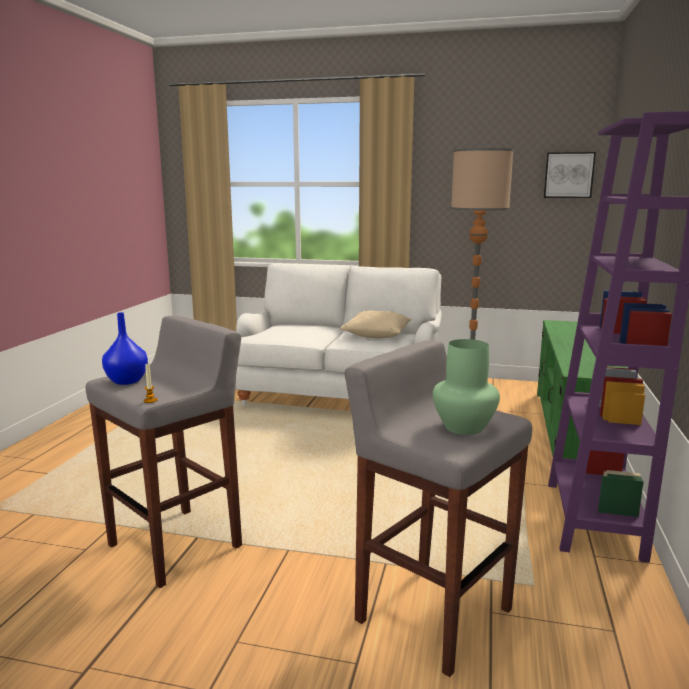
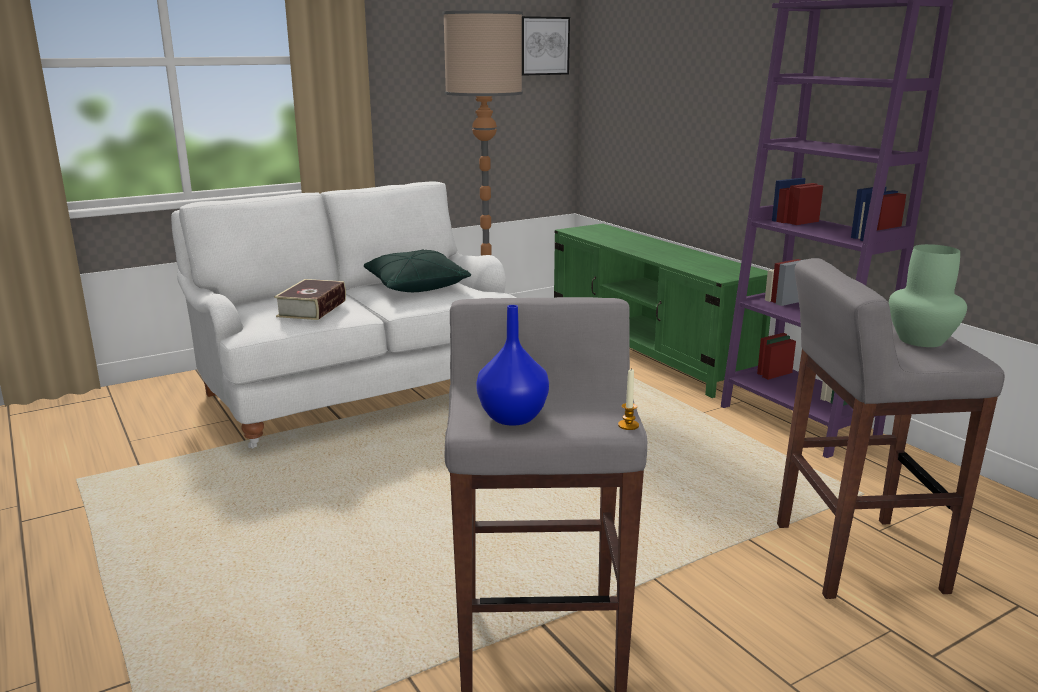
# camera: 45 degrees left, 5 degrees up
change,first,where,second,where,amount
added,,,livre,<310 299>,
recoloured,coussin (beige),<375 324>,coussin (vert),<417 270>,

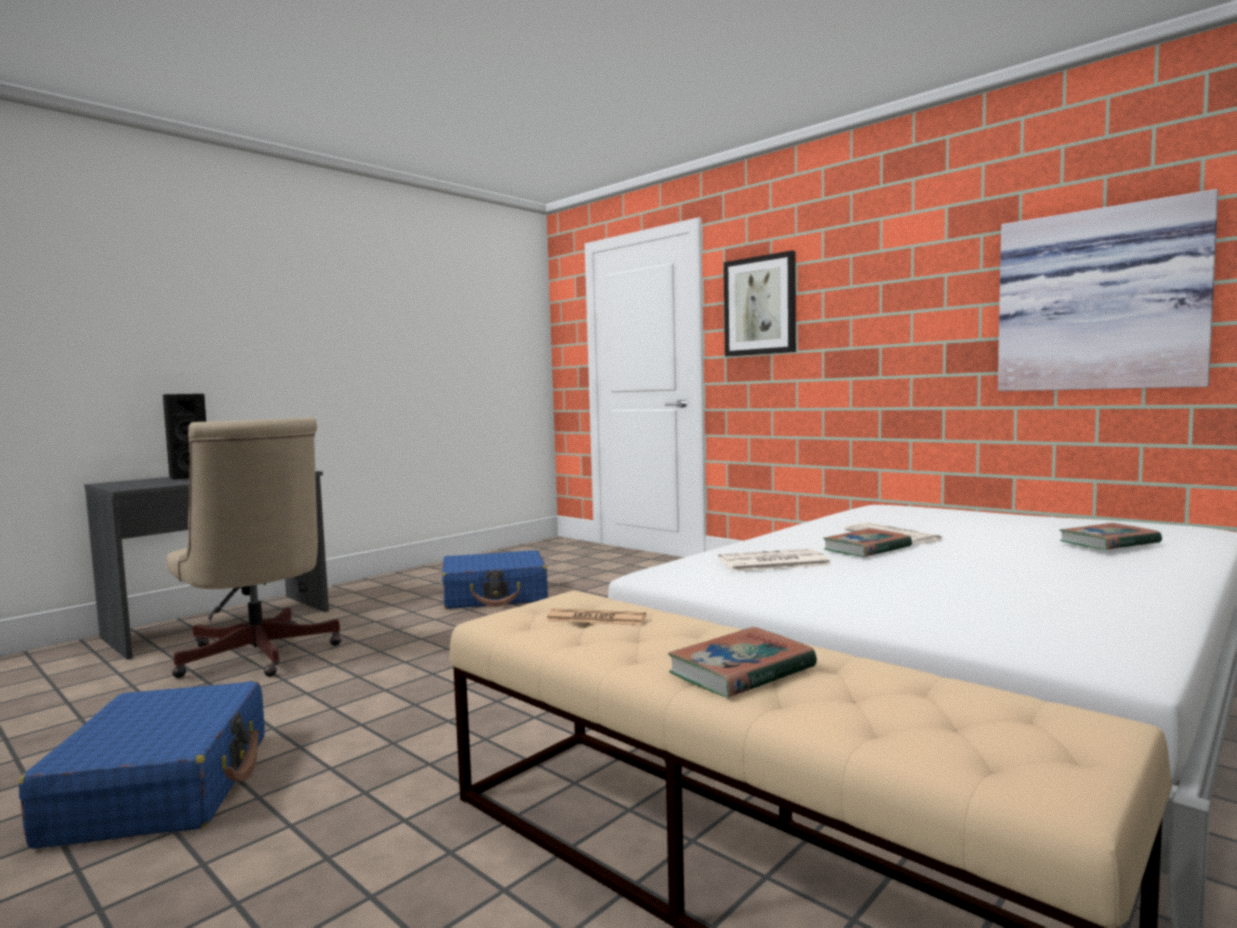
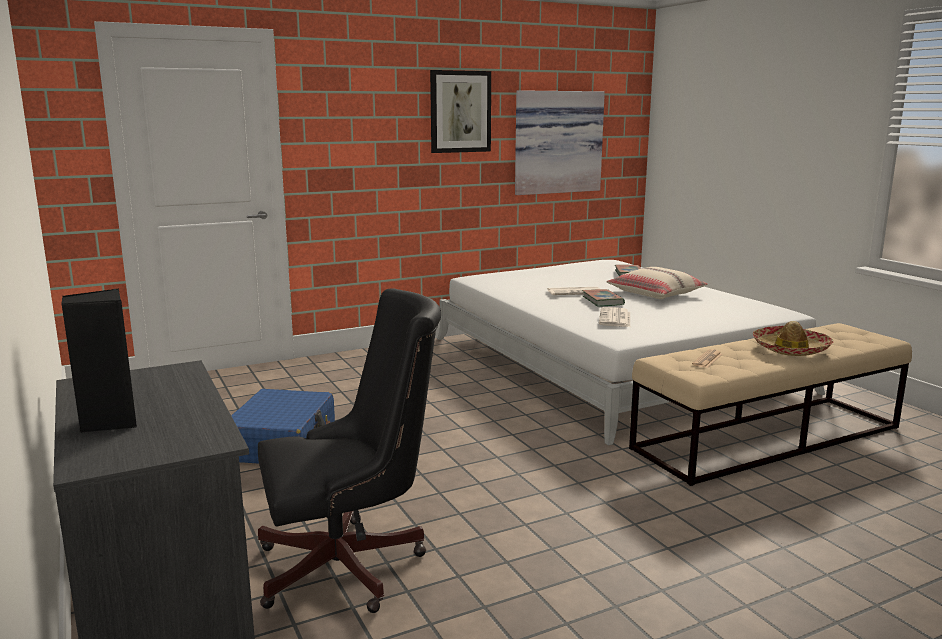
# camera: 70 degrees left, 10 degrees up
change,first,where,second,where,amount
removed,valise (bleu),<141 765>,,,
added,,,coussin (beige),<657 283>,
moved,tableau,<760 303>,,<460 111>,
replaced,livre,<742 662>,chapeau,<793 338>,
recoloured,chaise de bureau (beige),<254 547>,chaise de bureau (noir),<349 450>,

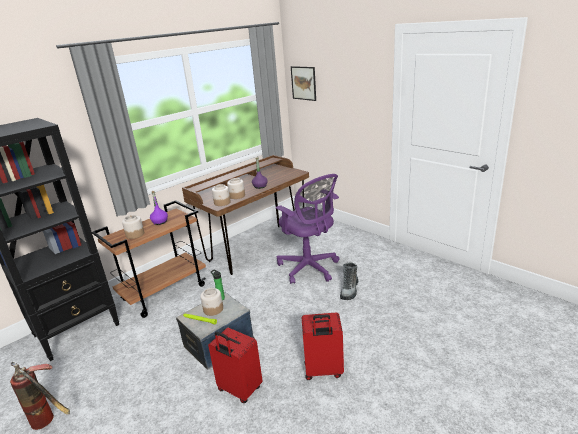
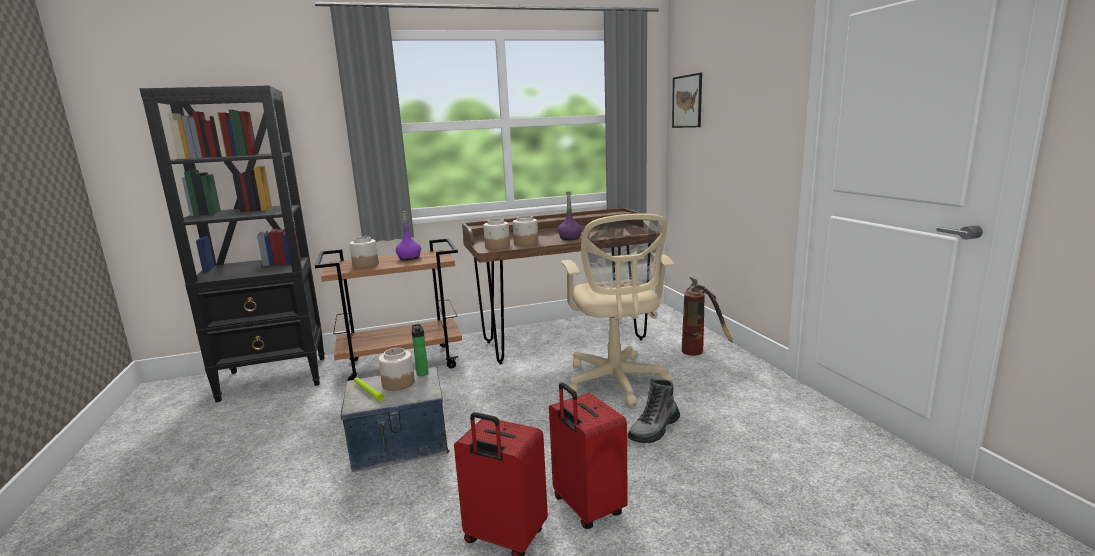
# camera: 25 degrees right, 10 degrees down
change,first,where,second,where,amount
moved,extincteur,<40 396>,,<707 316>,
moved,valise (rouge),<235 365>,,<588 455>,
recoloured,chaise de bureau (violet),<308 229>,chaise de bureau (beige),<617 310>,

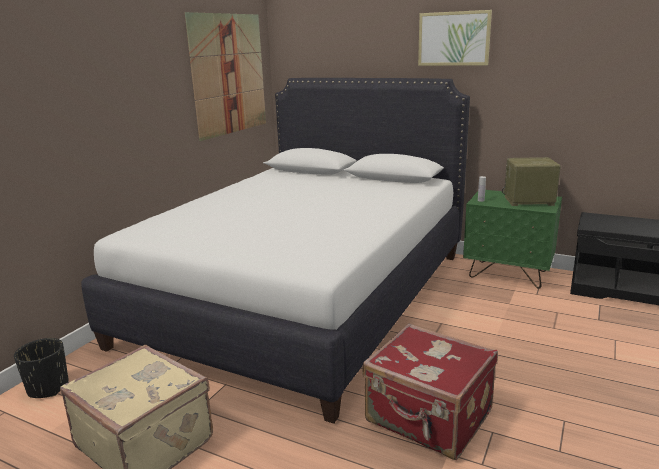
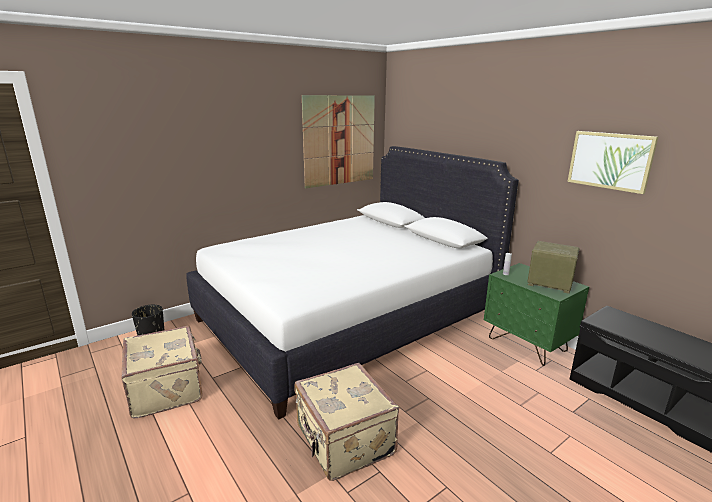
# camera: 25 degrees right, 0 degrees up
change,first,where,second,where,amount
moved,tableau,<455 38>,,<612 162>,
recoloured,valise (rouge),<430 391>,valise (beige),<346 422>,

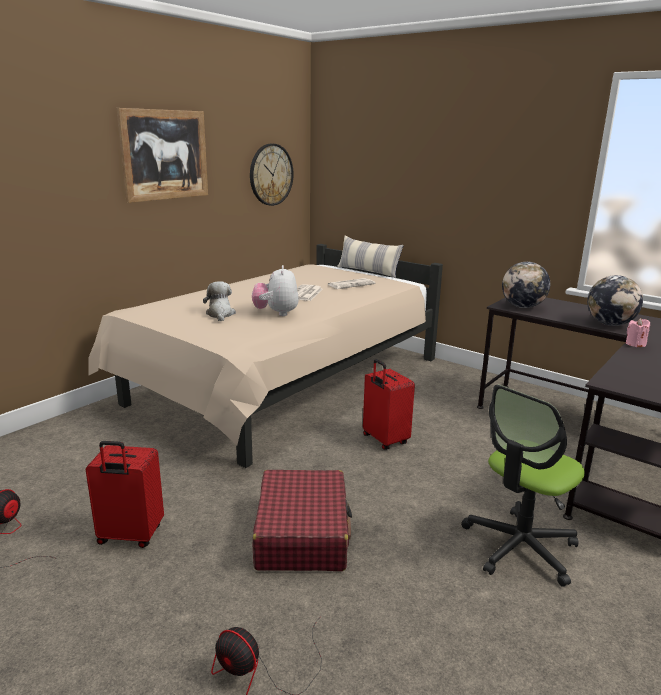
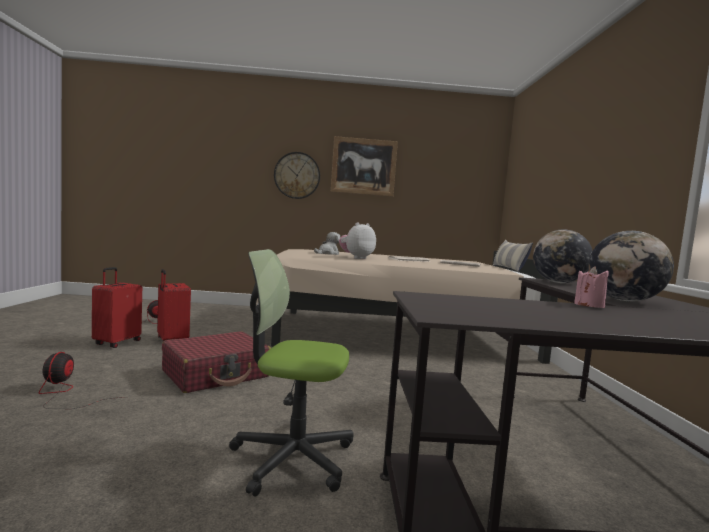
# camera: 50 degrees right, 15 degrees down
change,first,where,second,where,amount
moved,horloge murale,<272 175>,,<297 175>,
moved,valise (rouge),<389 404>,,<117 307>,

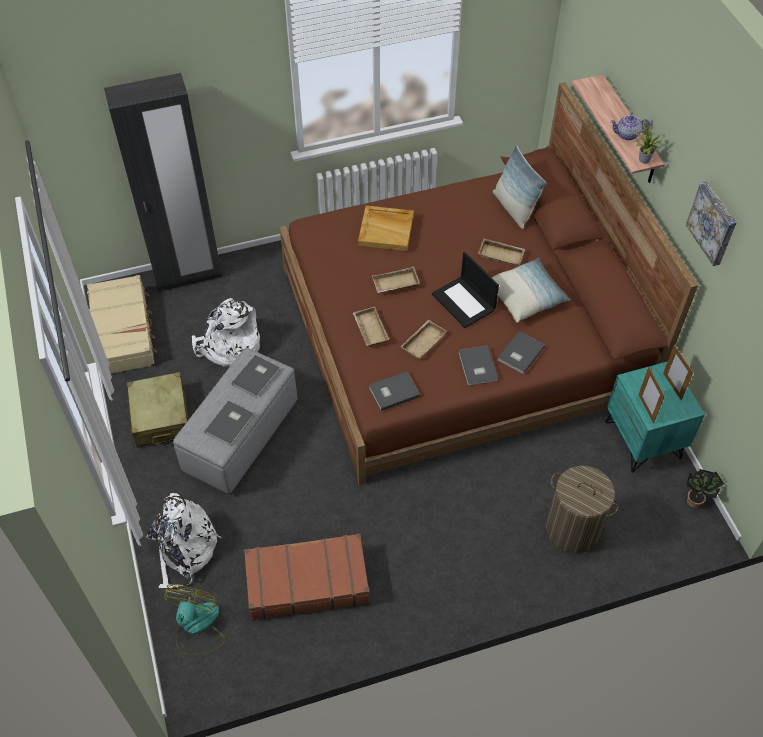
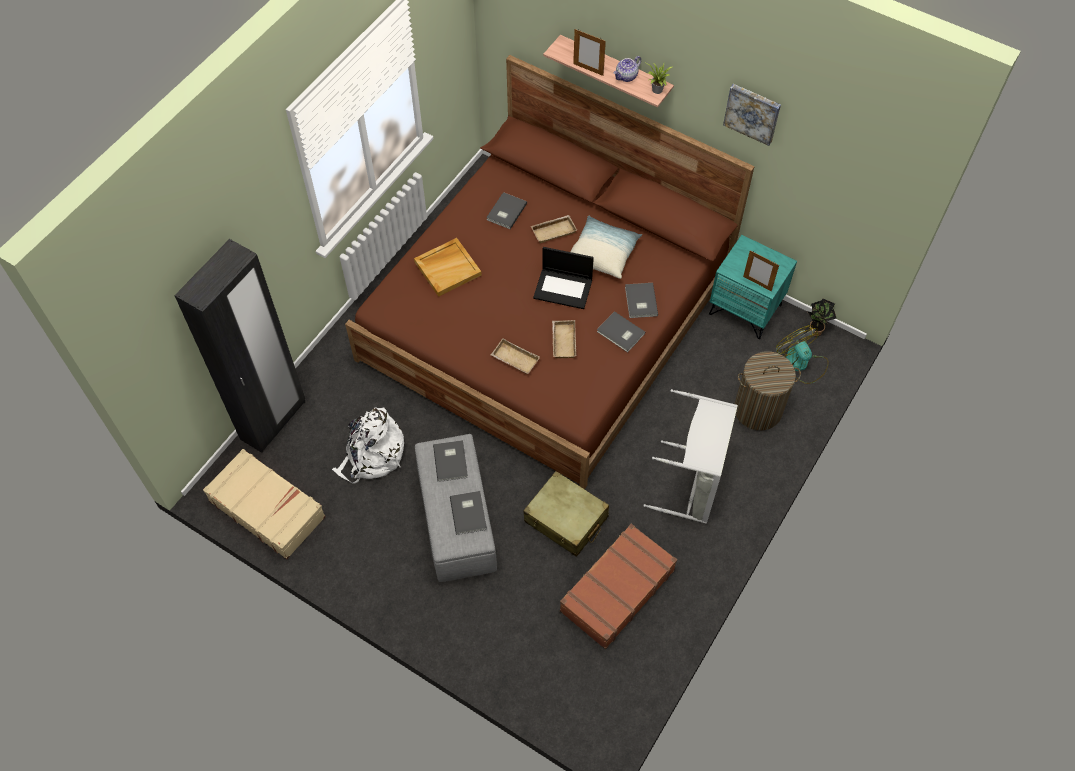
# camera: 40 degrees left, 5 degrees up
change,first,where,second,where,amount
removed,sac à dos (blanc),<183 540>,,,
removed,plateau (beige),<396 279>,,,
removed,coussin,<520 187>,,,
added,,,panier à linge (gris),<690 456>,
moved,valise (beige),<158 410>,,<566 514>,
moved,ventilateur,<193 619>,,<802 354>,
moved,livre (gris),<394 391>,,<506 210>,
moved,cadre photo,<678 372>,,<589 52>,

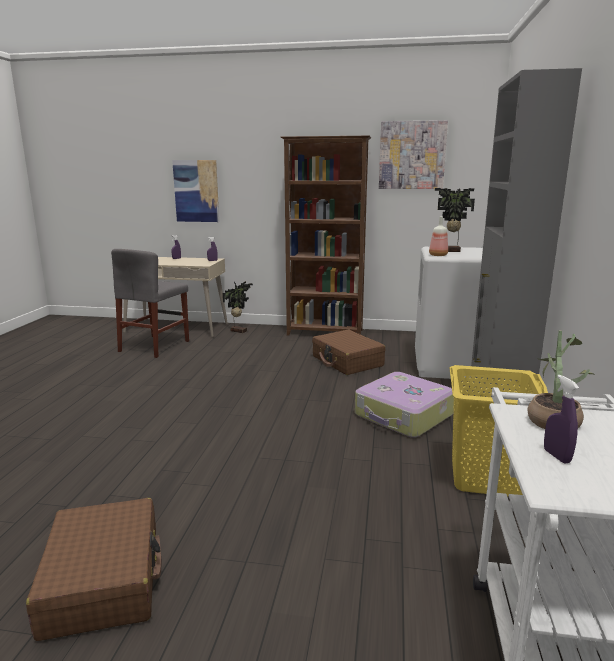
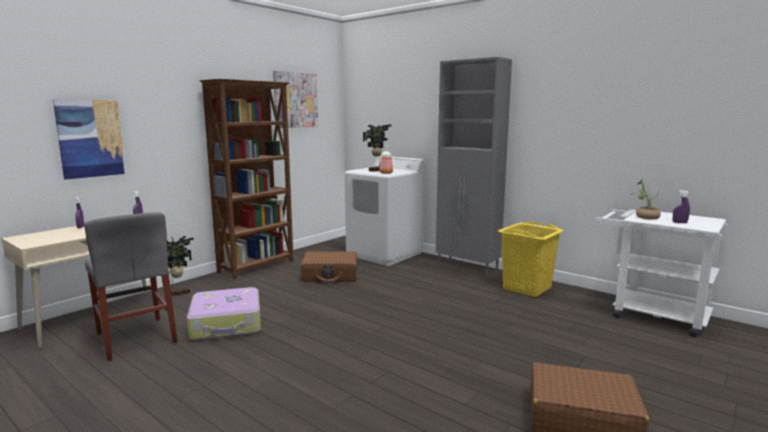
# camera: 60 degrees left, 5 degrees down
change,first,where,second,where,amount
moved,valise,<404 405>,,<224 313>,

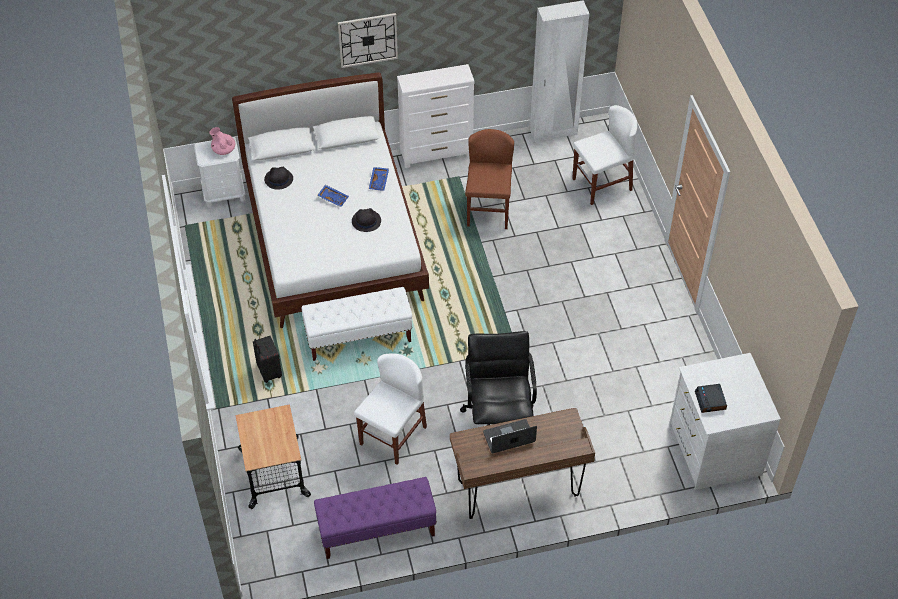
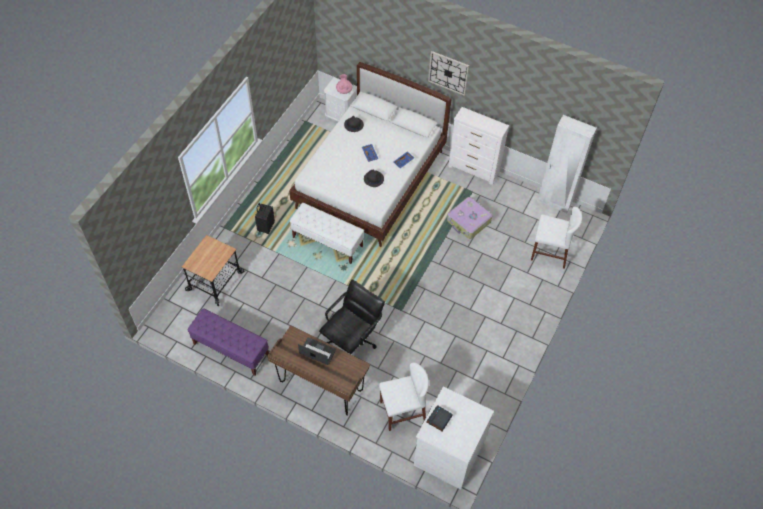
# camera: 40 degrees right, 5 degrees up
change,first,where,second,where,amount
moved,chaise (blanc),<390 409>,,<404 396>,
replaced,chaise (marron),<489 179>,valise,<469 218>,

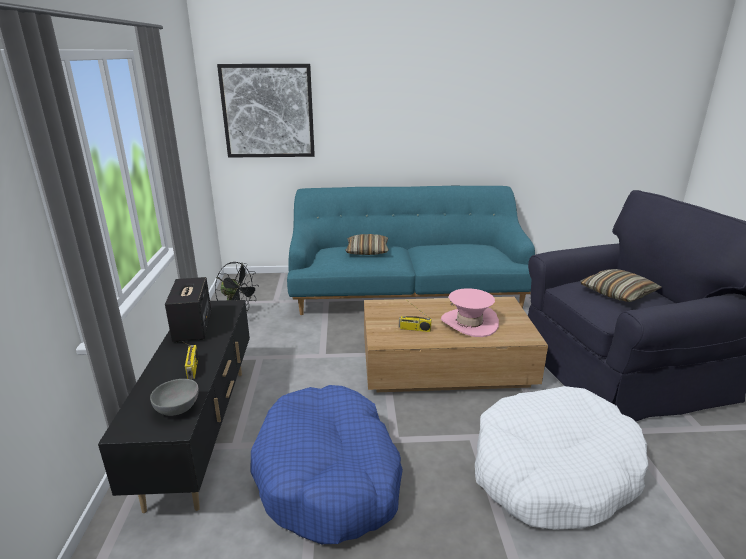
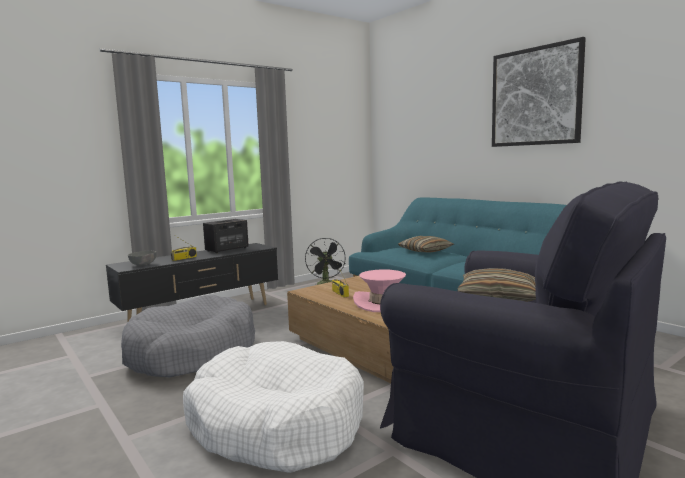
# camera: 55 degrees right, 15 degrees down
change,first,where,second,where,amount
moved,tableau,<266 111>,,<539 92>,
recoloured,panier pour chien (bleu),<327 464>,panier pour chien (gris),<188 336>,

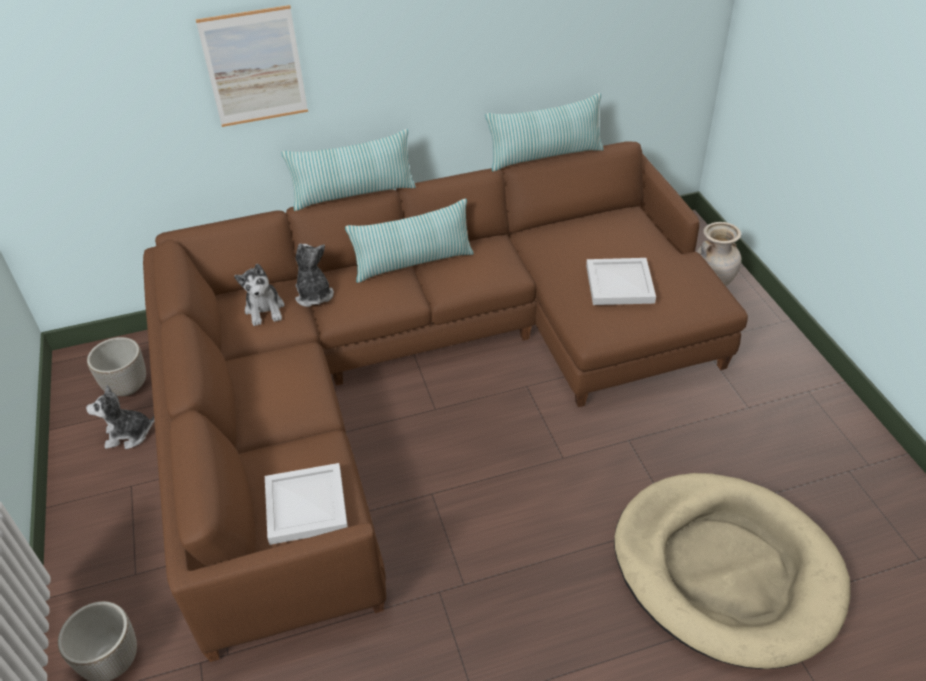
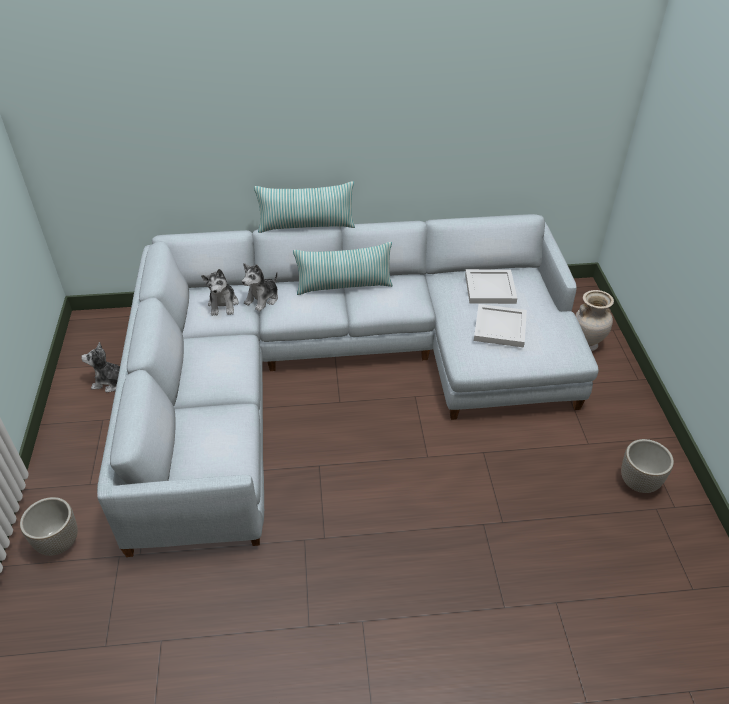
# camera: 10 degrees right, 0 degrees up
change,first,where,second,where,amount
removed,tableau,<252 66>,,,
removed,coussin,<544 132>,,,
removed,panier pour chien (beige),<732 571>,,,
moved,cache-pot,<116 366>,,<647 466>,
moved,plateau (blanc),<306 504>,,<491 286>,
recoloured,canapé (marron),<445 401>,canapé (gris),<348 385>,
turned,peluche,<314 275>,,<260 287>,135 degrees counterclockwise

